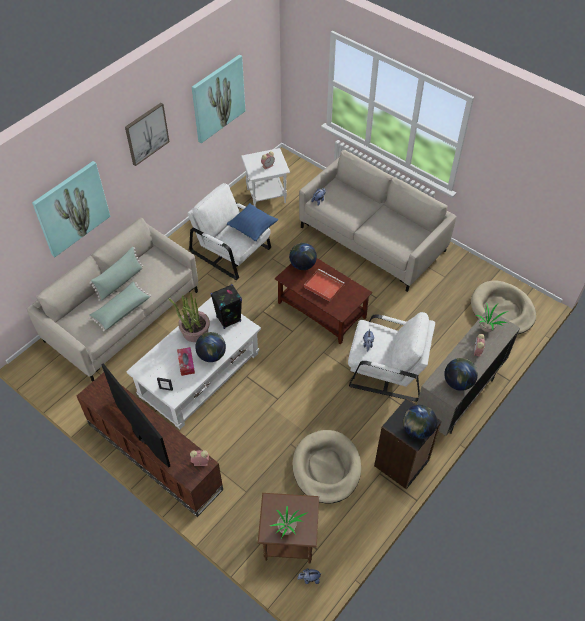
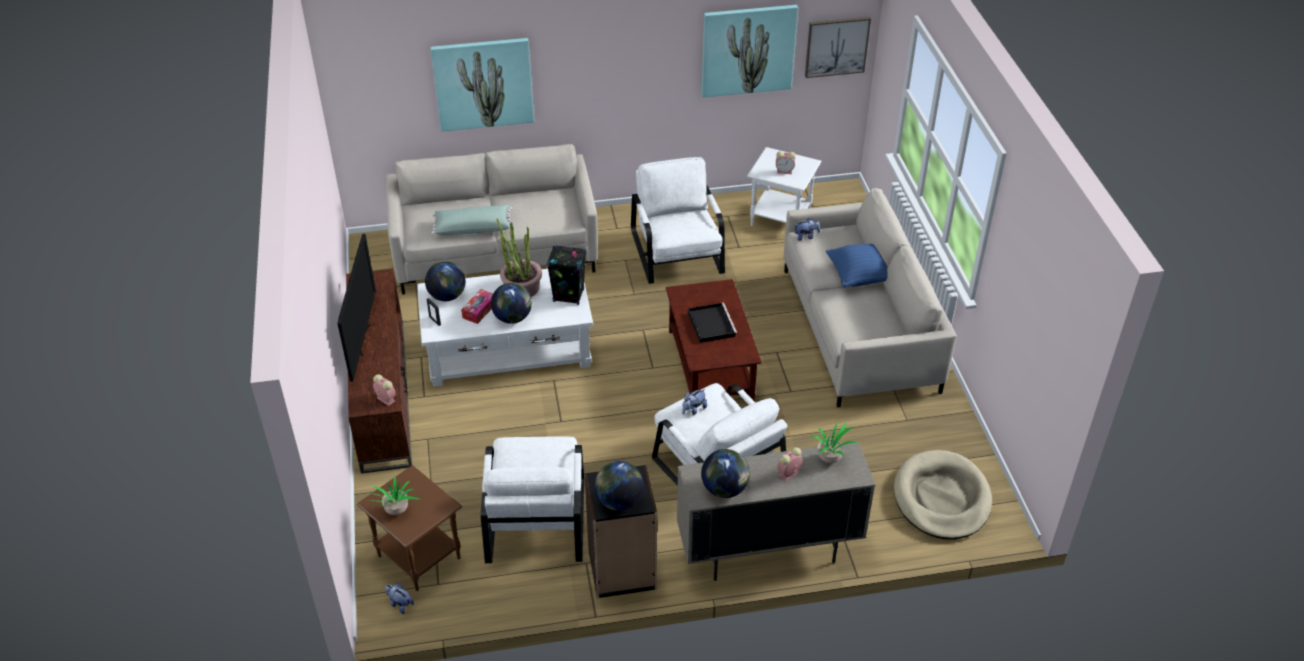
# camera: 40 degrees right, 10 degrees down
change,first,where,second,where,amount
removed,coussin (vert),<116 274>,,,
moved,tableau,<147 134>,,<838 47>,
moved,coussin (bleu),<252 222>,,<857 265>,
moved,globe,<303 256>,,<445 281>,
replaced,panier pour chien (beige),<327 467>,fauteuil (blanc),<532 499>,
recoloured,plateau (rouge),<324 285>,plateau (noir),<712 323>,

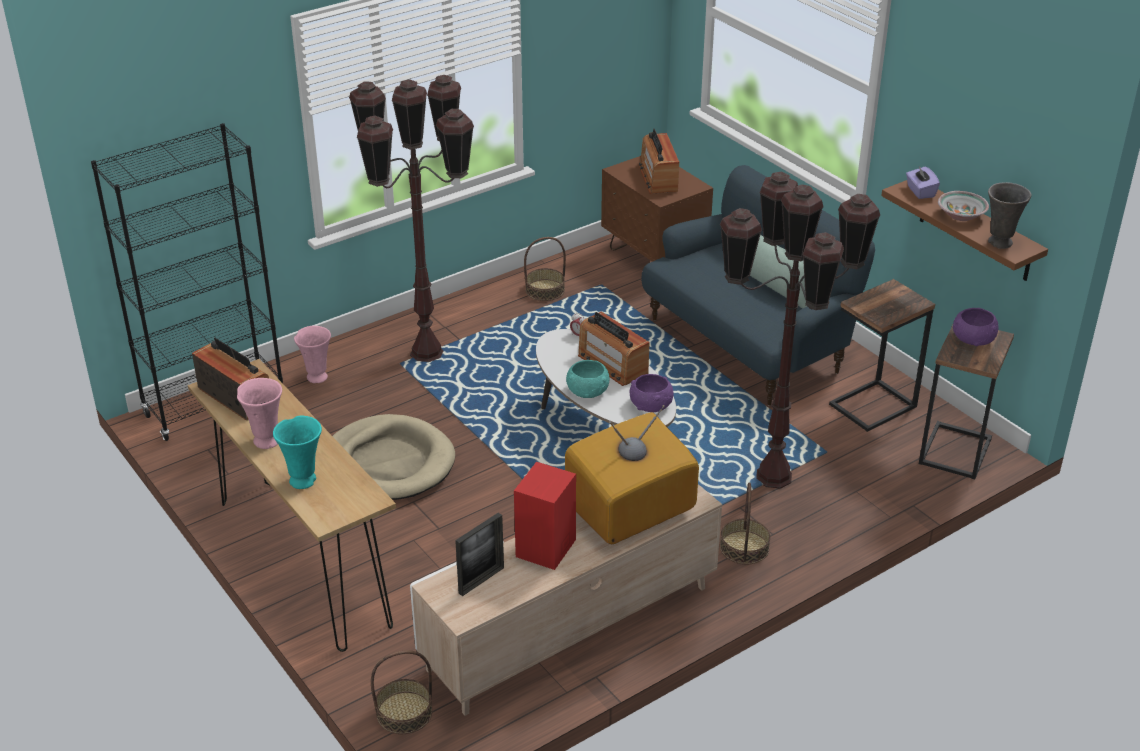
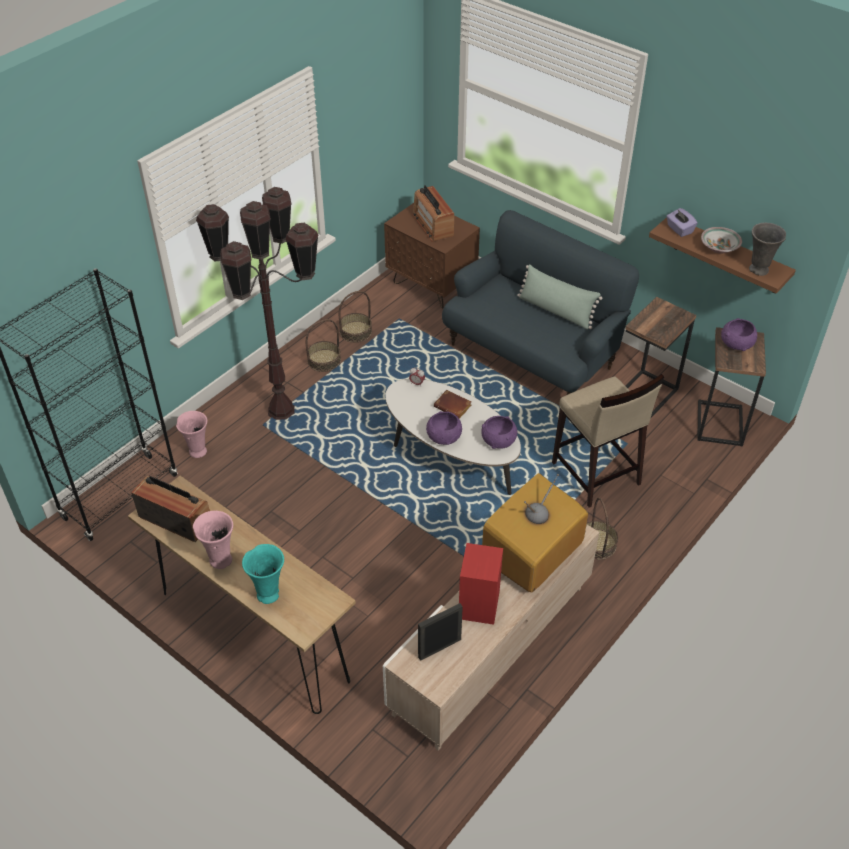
# camera: 15 degrees left, 10 degrees up
change,first,where,second,where,amount
removed,panier pour chien (beige),<394 457>,,,
moved,panier,<401 692>,,<323 345>,
replaced,radio,<614 348>,livre (marron),<452 404>,
replaced,lampadaire (marron),<800 330>,tabouret (beige),<608 441>,
recoloured,bol (turquoise),<588 379>,bol (violet),<444 428>,
turned,cadre photo,<479 554>,,<440 632>,150 degrees counterclockwise

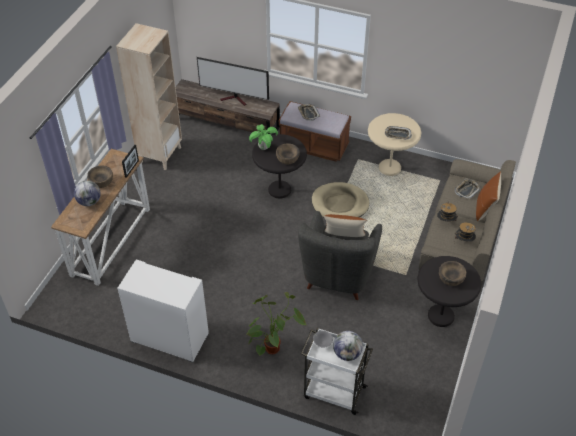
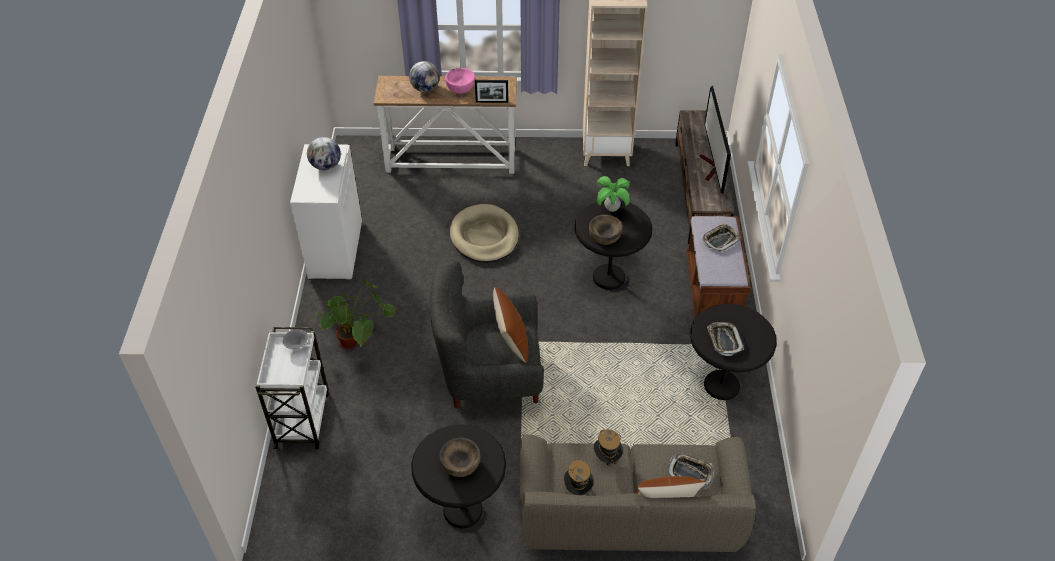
# camera: 70 degrees right, 0 degrees up
change,first,where,second,where,amount
moved,panier pour chien (beige),<340 200>,,<484 233>,
moved,globe,<348 346>,,<324 153>,
recoloured,bol (marron),<100 176>,bol (rose),<460 81>,
recoloured,table d'appoint (beige),<394 144>,table d'appoint (noir),<733 352>,

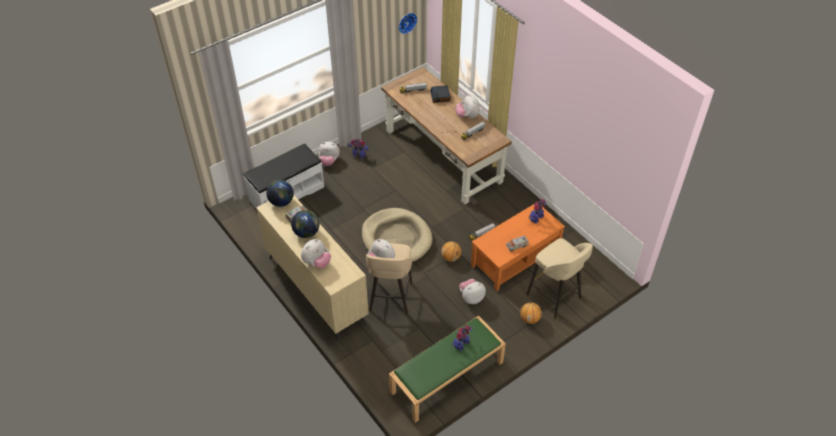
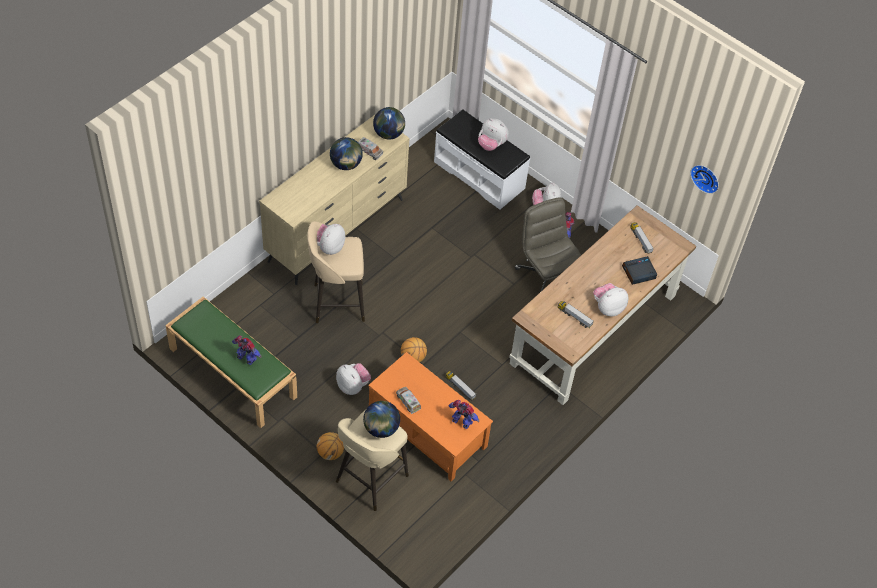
# camera: 75 degrees right, 5 degrees up
change,first,where,second,where,amount
removed,panier pour chien (beige),<397 235>,,,
added,,,globe,<381 419>,
added,,,chaise de bureau (gris),<548 244>,
moved,peluche,<316 253>,,<493 134>,

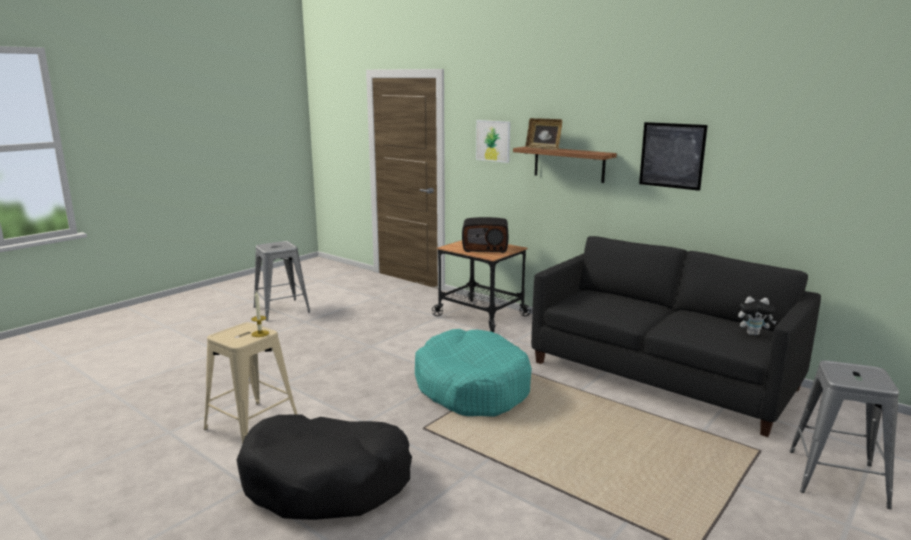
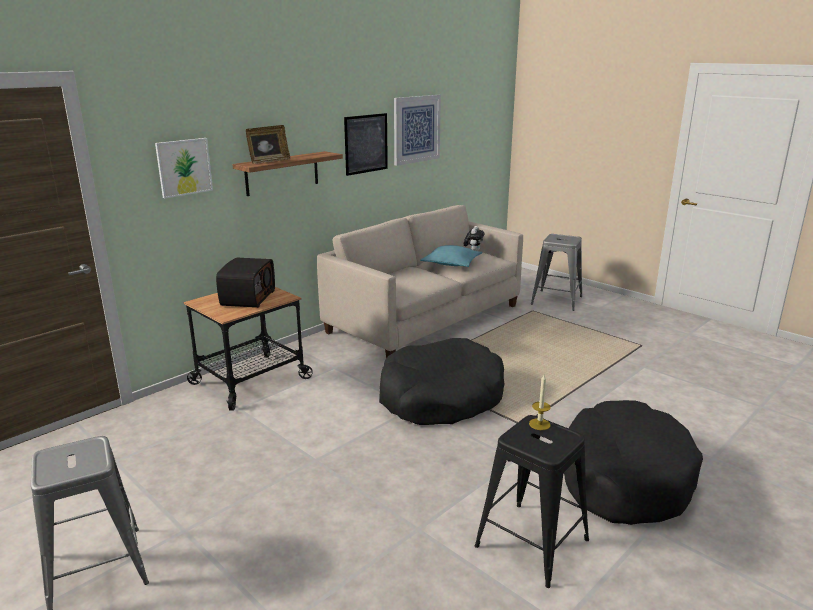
# camera: 85 degrees left, 5 degrees up
change,first,where,second,where,amount
added,,,tableau,<417 130>,
added,,,coussin (turquoise),<451 256>,
recoloured,tabouret (beige),<251 383>,tabouret (noir),<532 501>,
recoloured,panier pour chien (turquoise),<473 373>,panier pour chien (noir),<441 381>,
recoloured,canapé (noir),<676 336>,canapé (beige),<420 281>,

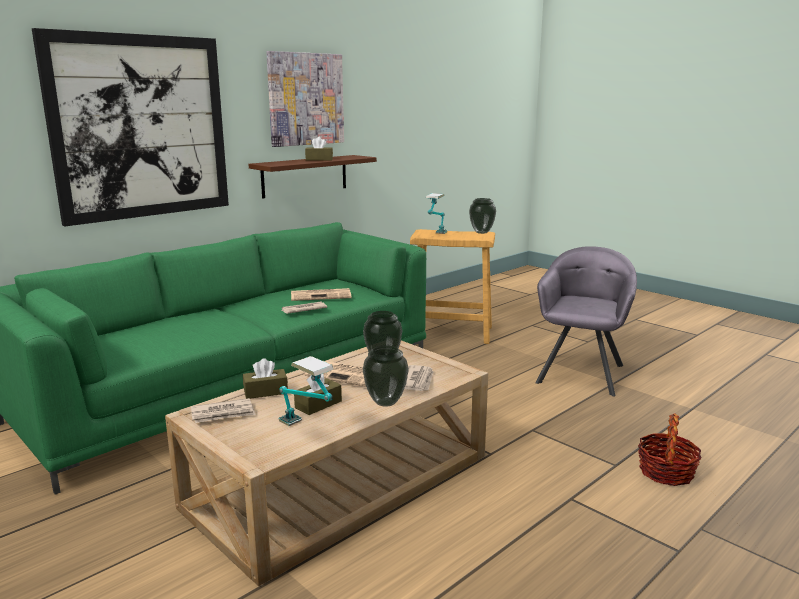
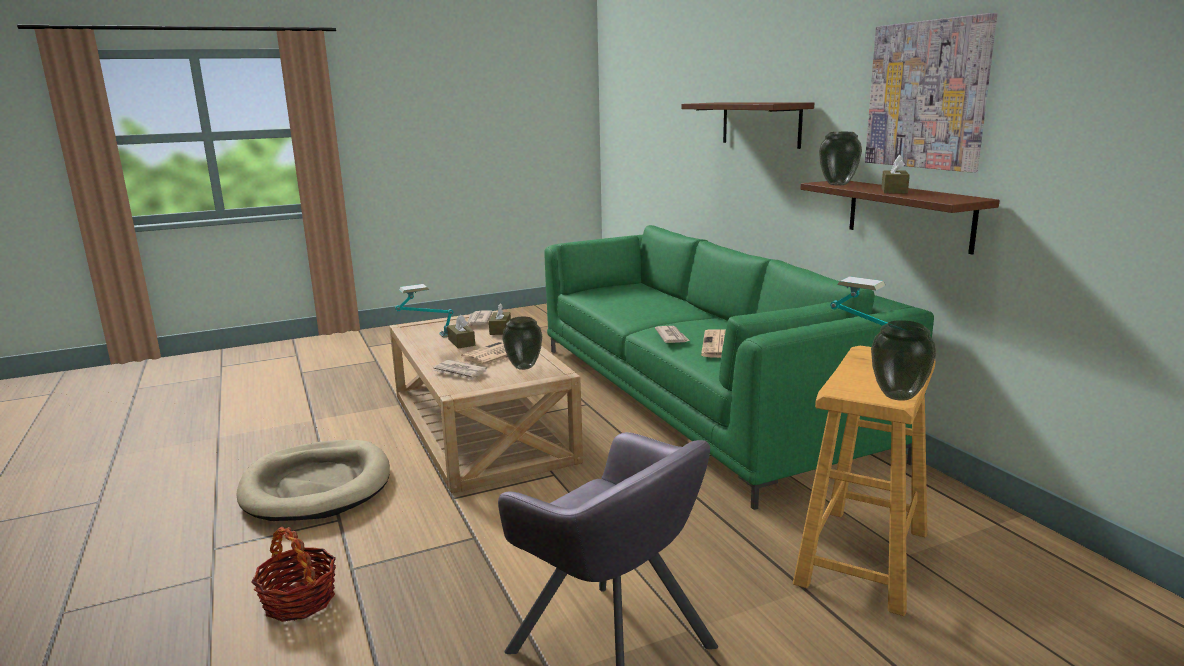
# camera: 110 degrees right, 0 degrees up
change,first,where,second,where,amount
added,,,panier pour chien (beige),<313 480>,
moved,vase,<386 376>,,<840 158>,
replaced,tableau,<130 127>,étagère (marron),<747 125>,

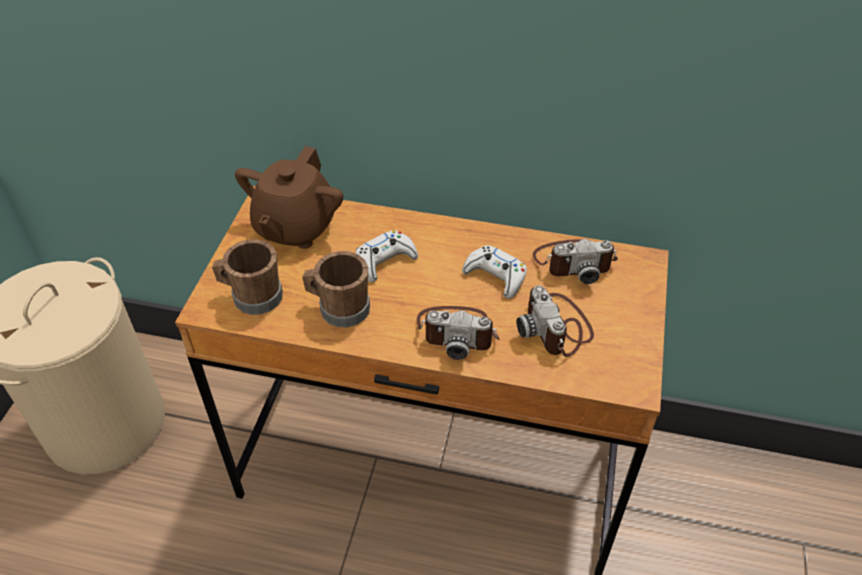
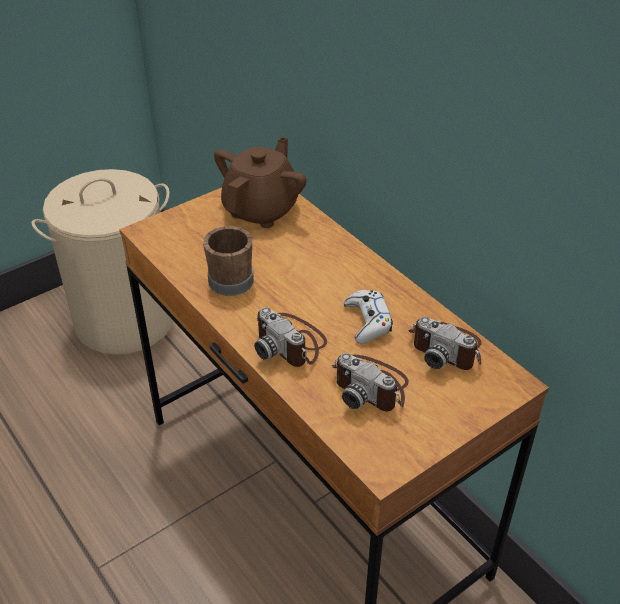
# camera: 40 degrees right, 5 degrees down
change,first,where,second,where,amount
removed,mug (marron),<247 277>,,,
removed,manette (blanc),<386 256>,,,
turned,théière (marron),<289 197>,,<260 182>,150 degrees clockwise
turned,appareil photo,<555 321>,,<370 382>,75 degrees counterclockwise

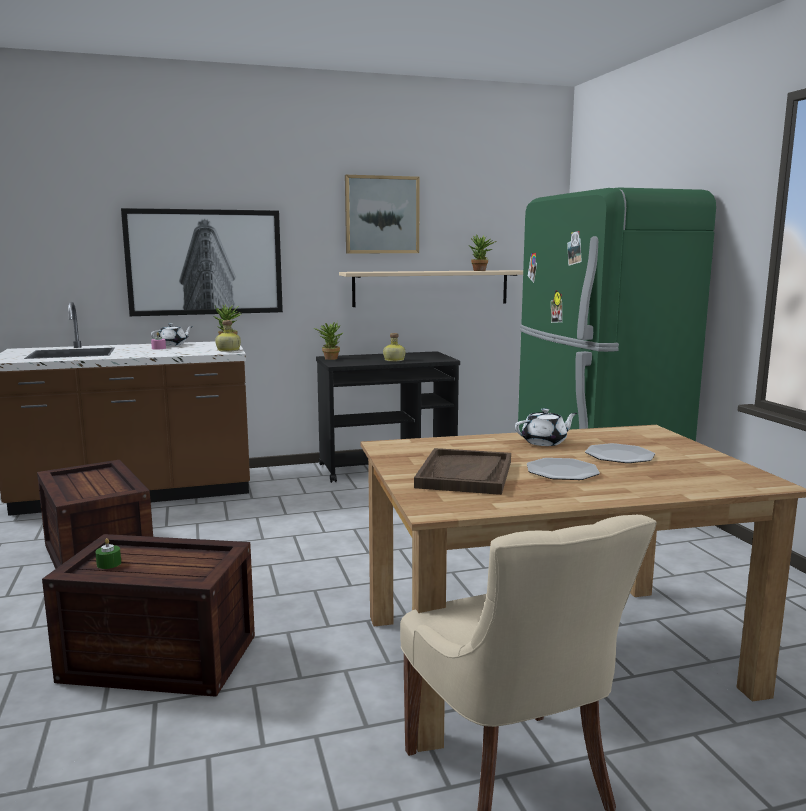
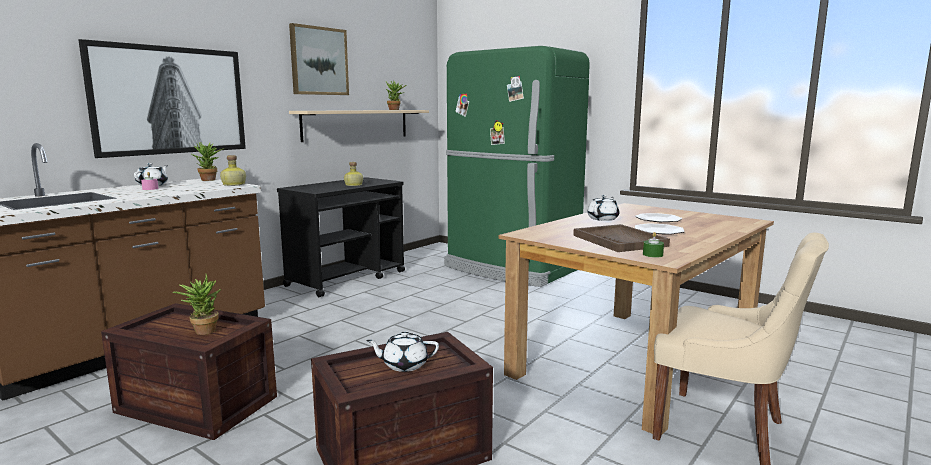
# camera: 35 degrees left, 0 degrees up
change,first,where,second,where,amount
added,,,théière (blanc),<402 351>,
moved,bougie (vert),<108 553>,,<653 245>,
moved,plante en pot,<329 341>,,<197 304>,

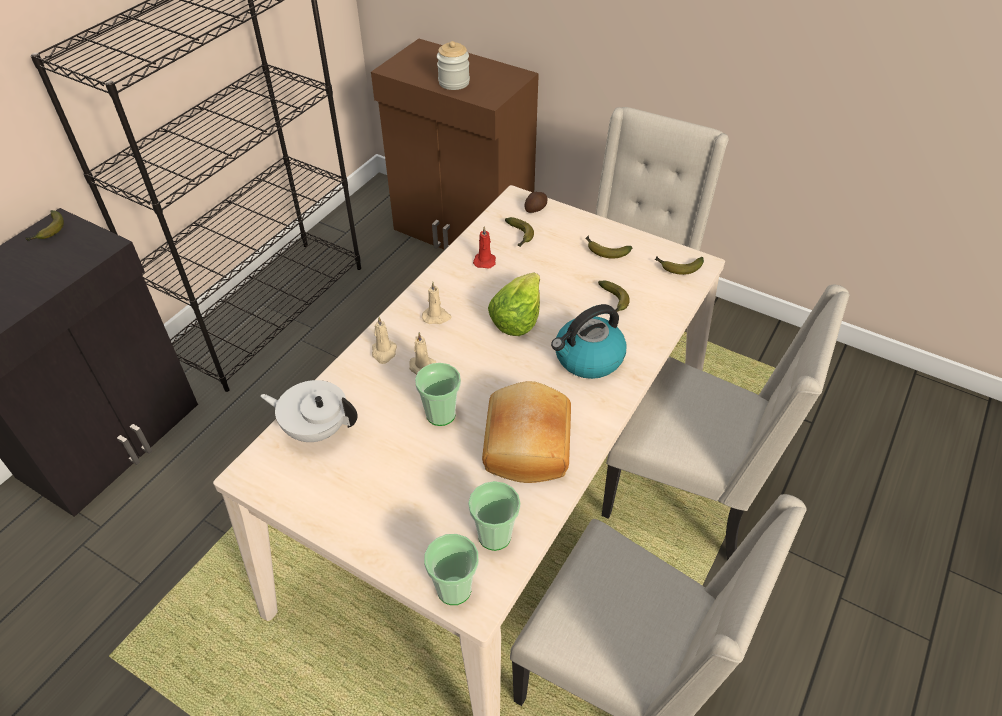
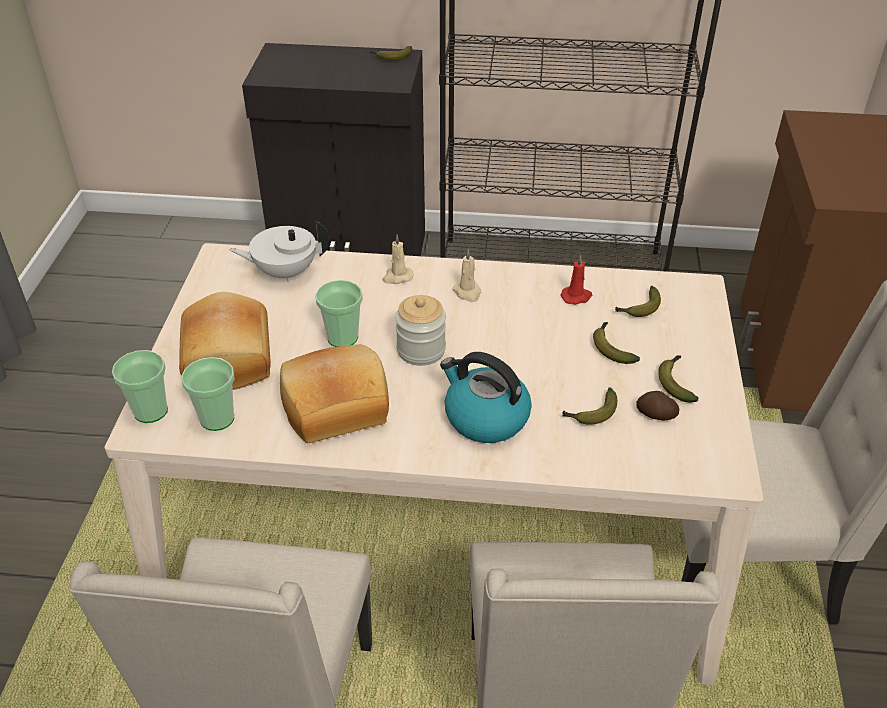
# camera: 65 degrees right, 5 degrees down
change,first,where,second,where,amount
removed,bougie (beige),<422 353>,,,
removed,laitue,<514 304>,,,
added,,,pain,<225 341>,
moved,bocal,<453 65>,,<420 330>,
moved,pomme de terre,<536 202>,,<657 405>,
moved,banane,<679 265>,,<616 343>,
turned,théière (blanc),<309 411>,,<279 251>,90 degrees counterclockwise

